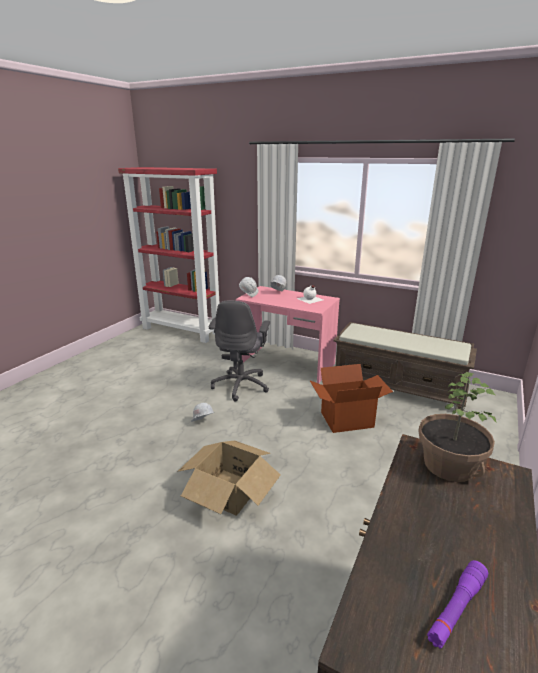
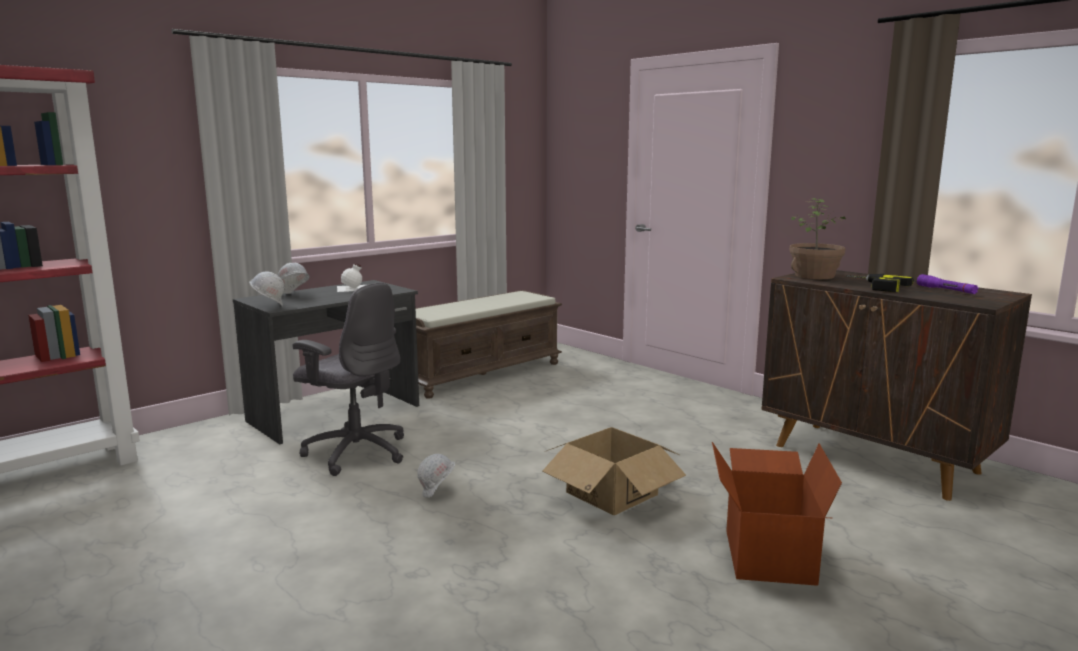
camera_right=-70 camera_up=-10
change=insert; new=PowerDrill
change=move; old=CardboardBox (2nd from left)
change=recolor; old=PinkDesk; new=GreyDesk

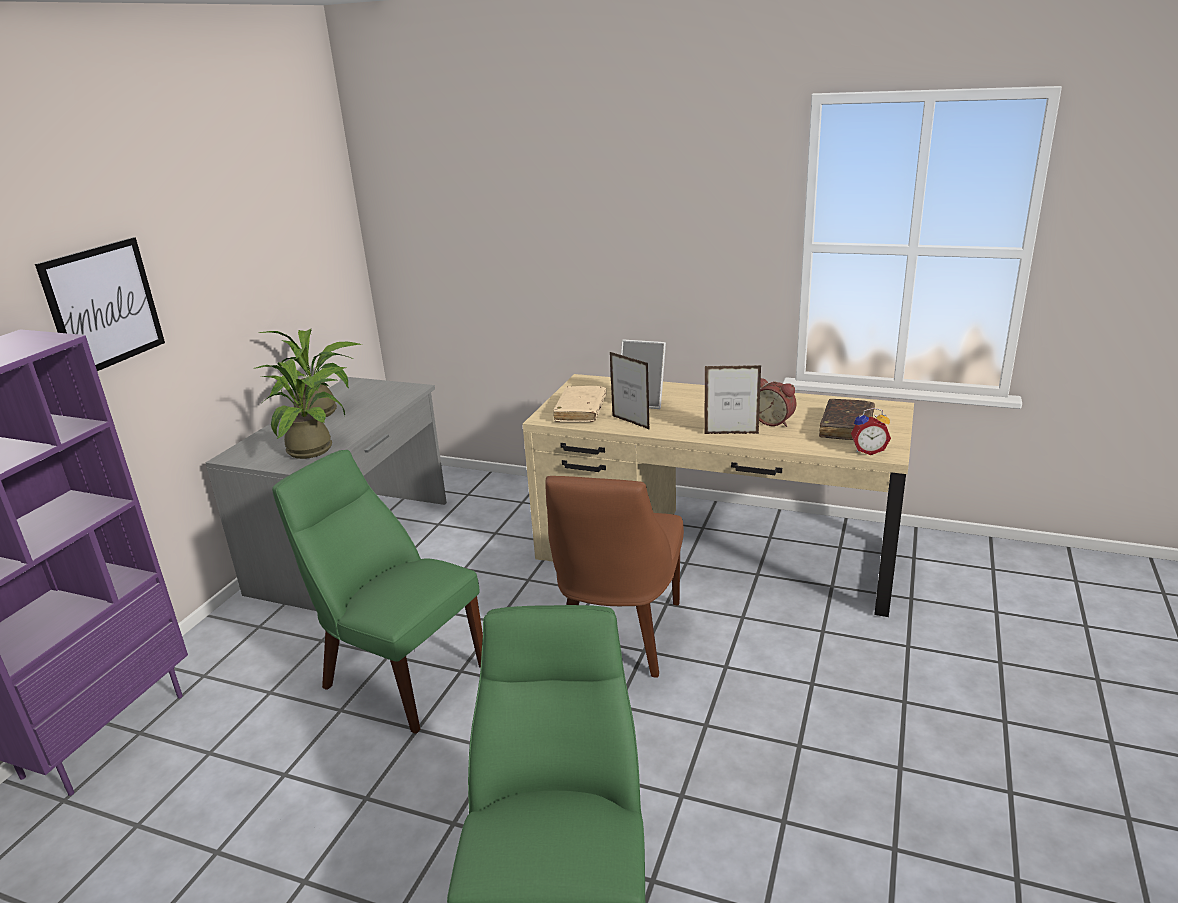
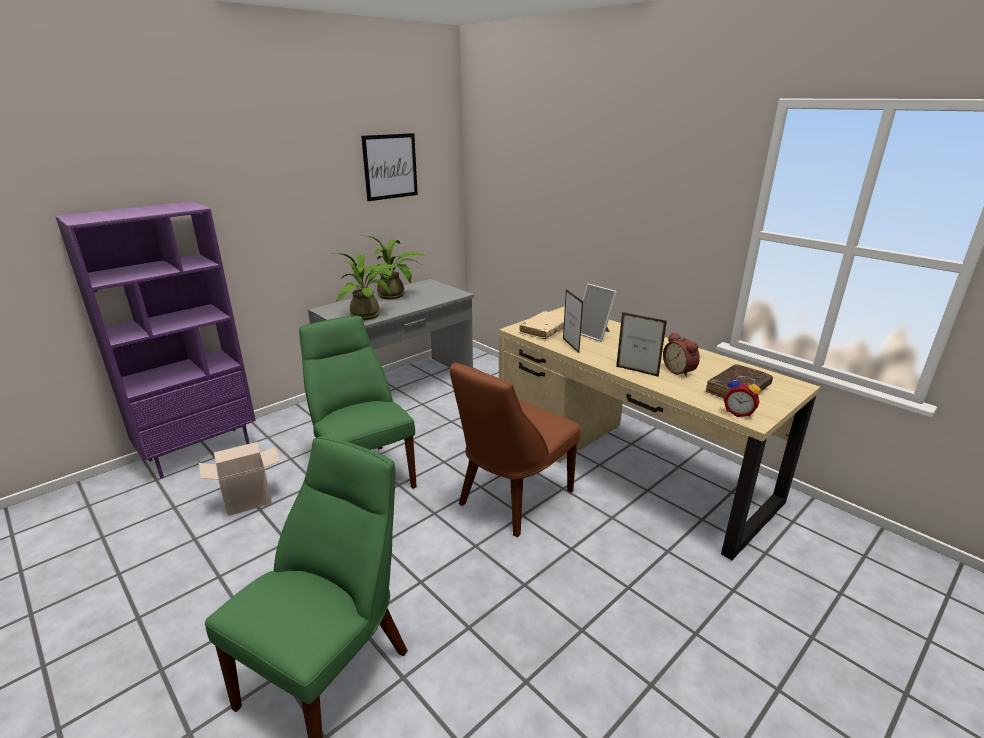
camera_right=25 camera_up=0
change=insert; new=CardboardBox
change=move; old=Picture

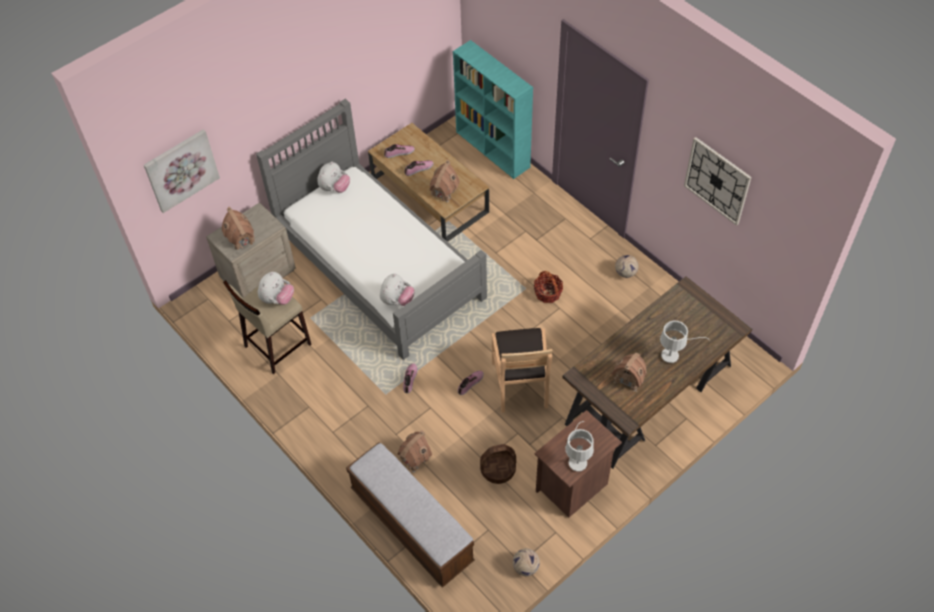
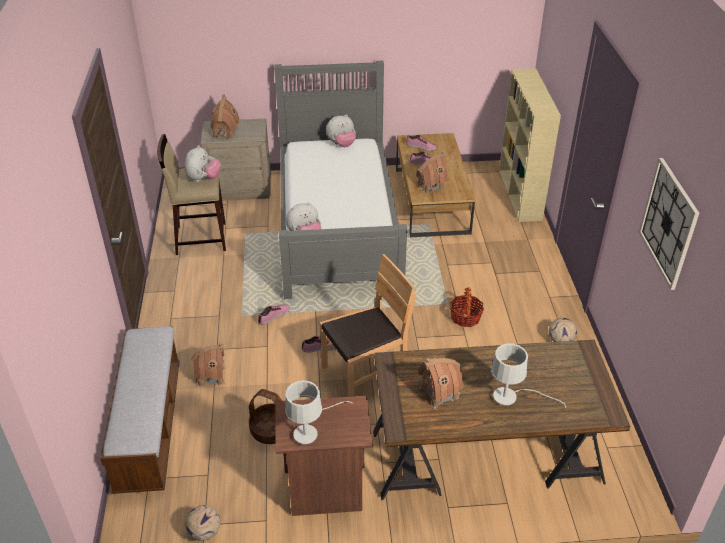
camera_right=35 camera_up=-15
change=delete; old=Picture
change=recolor; old=TurquoiseBookcase; new=BeigeBookcase
change=rotate; old=PlushToy (1st from left); degrees=-45
change=rotate; old=BrownChair; degrees=-150

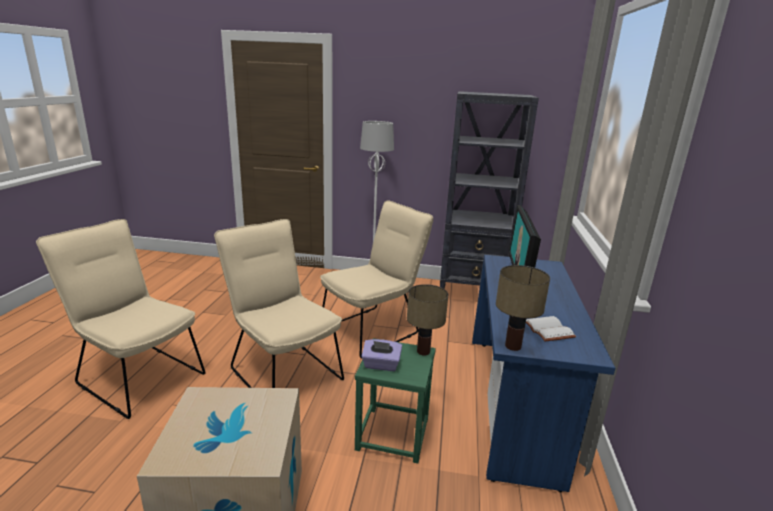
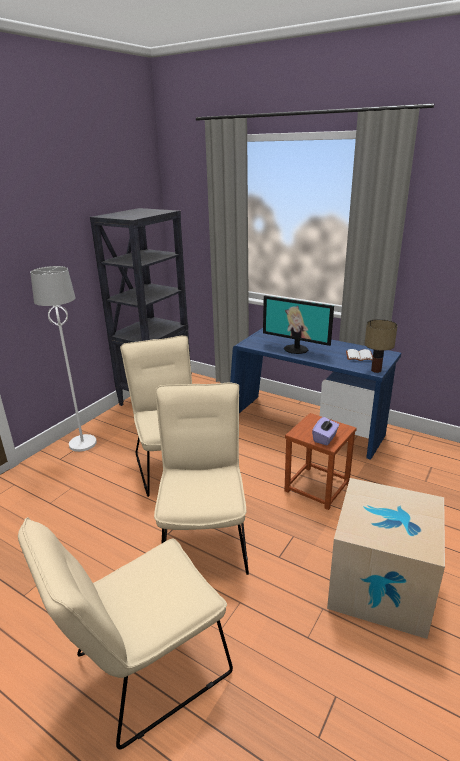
camera_right=-65 camera_up=5
change=delete; old=TableLamp (1st from left)
change=recolor; old=GreenStool; new=BrownStool
change=rotate; old=BeigeChair (2nd from left in the first image); degrees=105

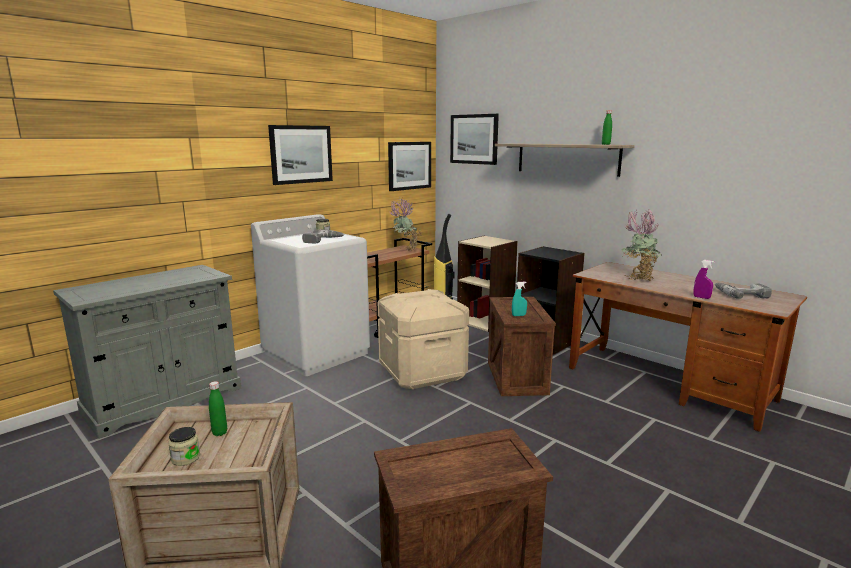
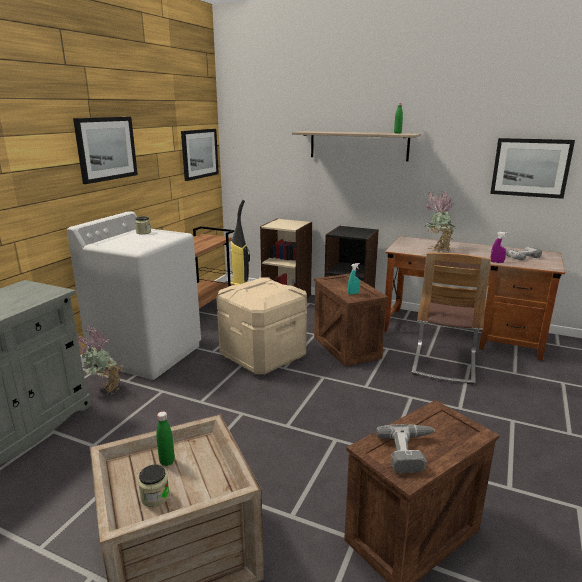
camera_right=-20 camera_up=5
change=insert; new=Chair
change=move; old=PowerDrill (1st from left)
change=move; old=PottedPlant (1st from left)
change=move; old=Picture (3rd from left)

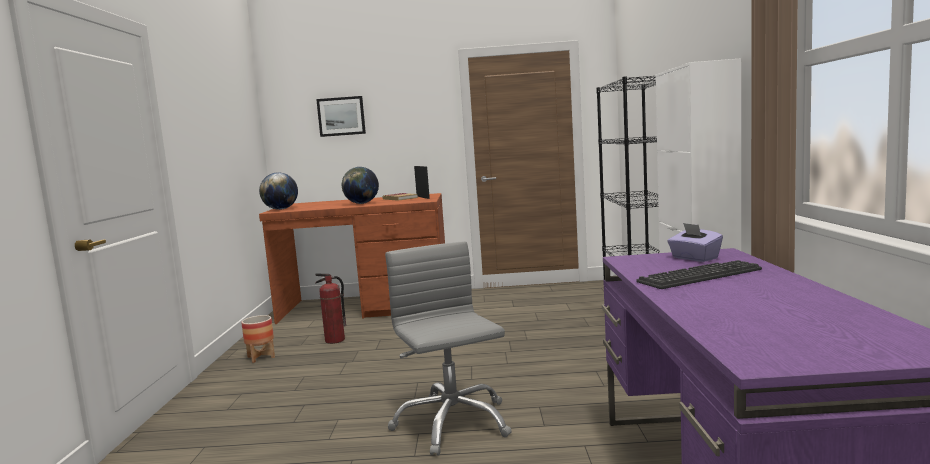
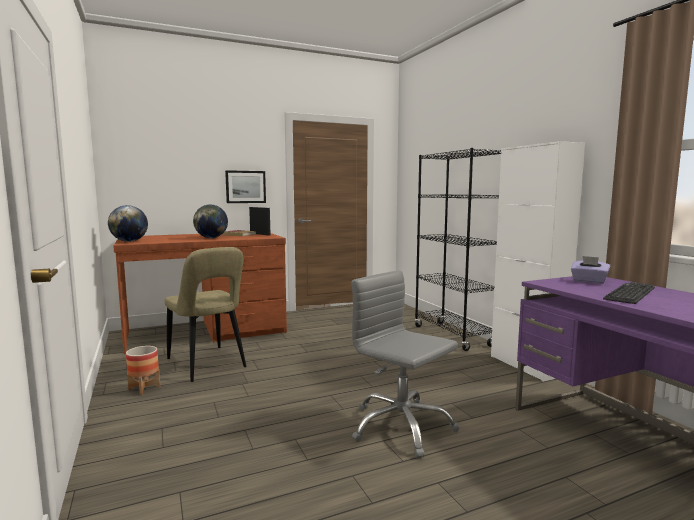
camera_right=-25 camera_up=0
change=move; old=Picture
change=replace; old=FireExtinguisher; new=BeigeChair

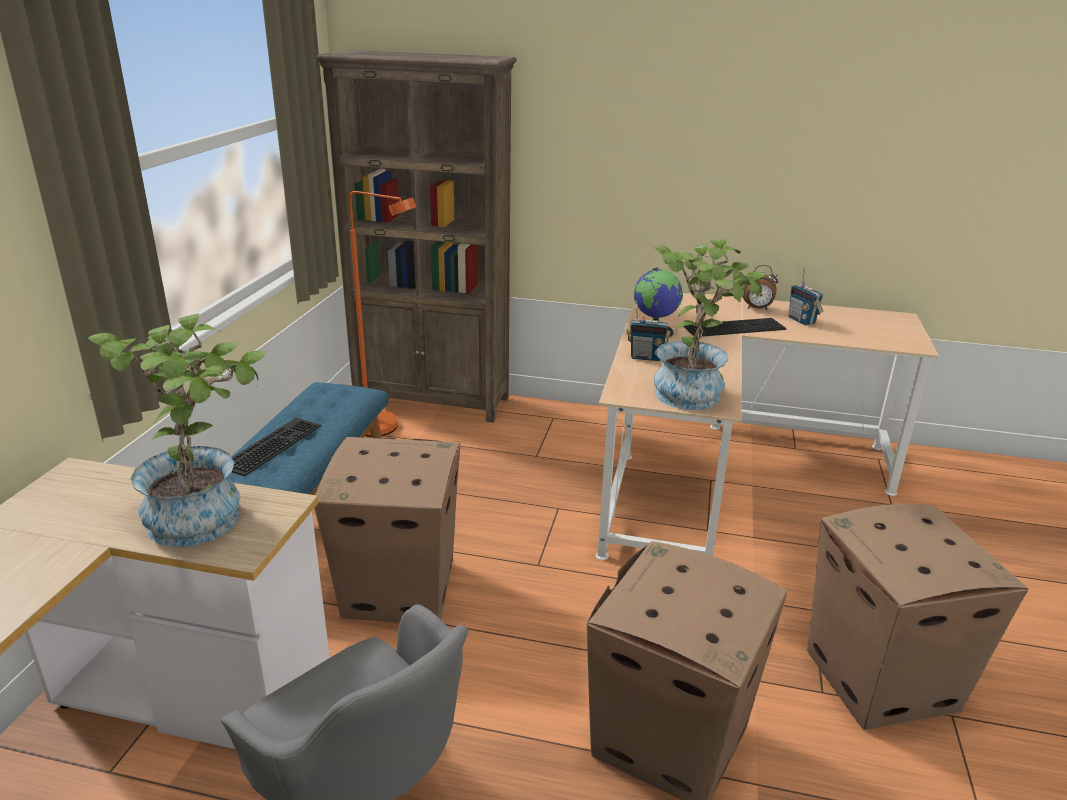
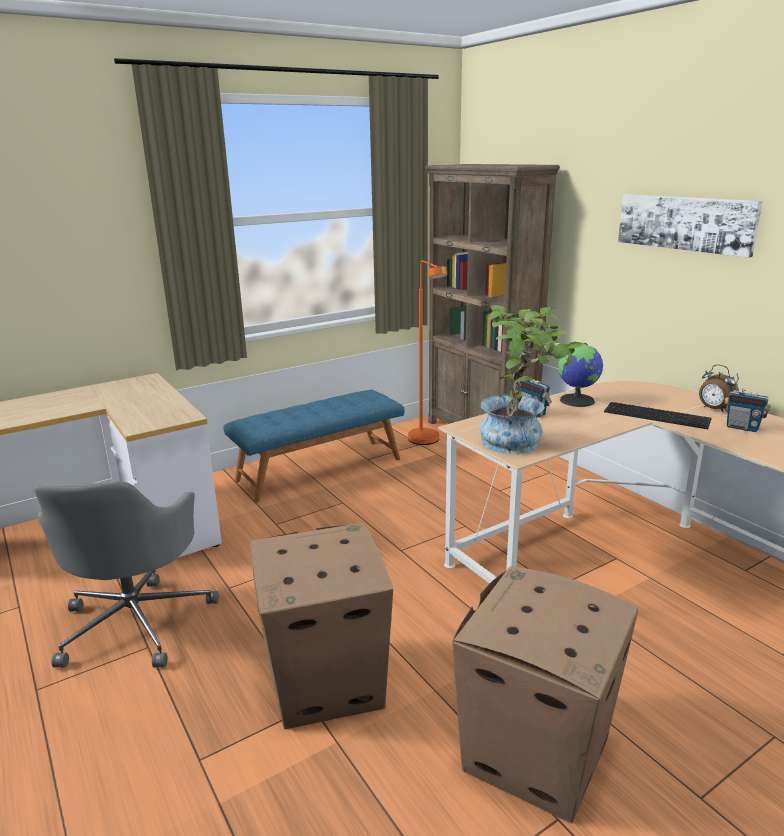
camera_right=45 camera_up=-5
change=delete; old=PottedPlant (1st from left)
change=delete; old=Keyboard (1st from left)
change=delete; old=CardboardBox (1st from left)
change=insert; new=Picture
change=rotate; old=Radio (2nd from left); degrees=-75

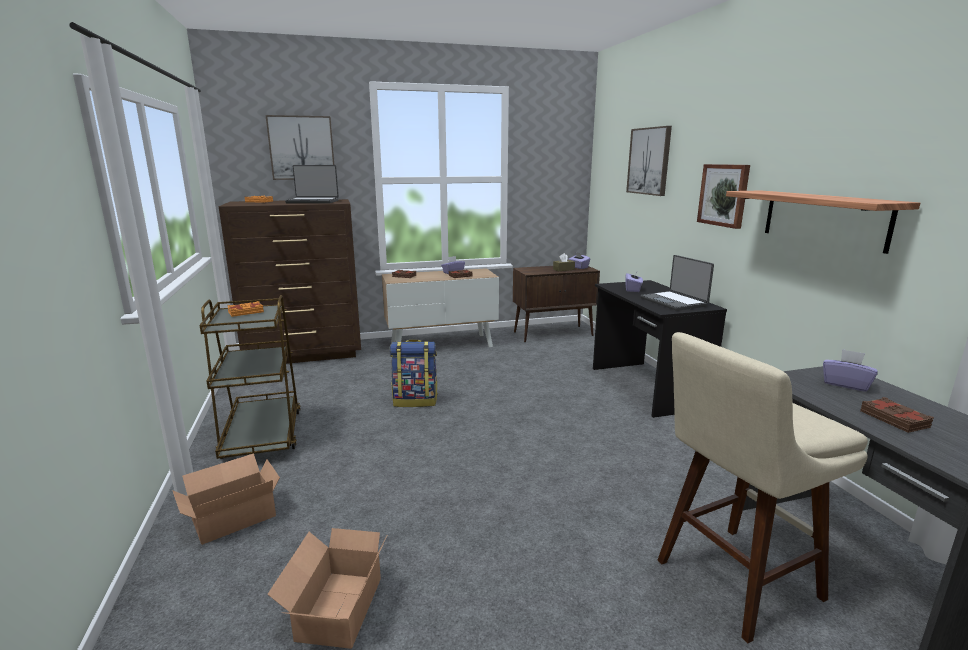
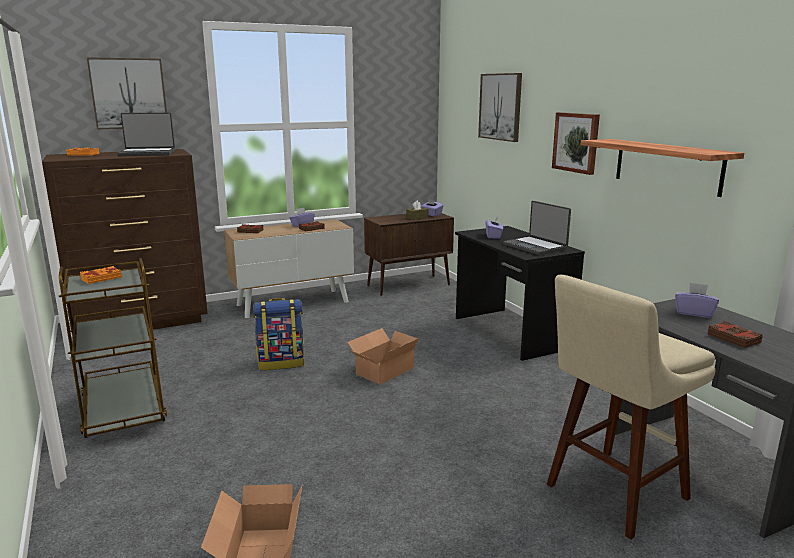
camera_right=-10 camera_up=0
change=move; old=CardboardBox (1st from left in the first image); new=CardboardBox (2nd from left)

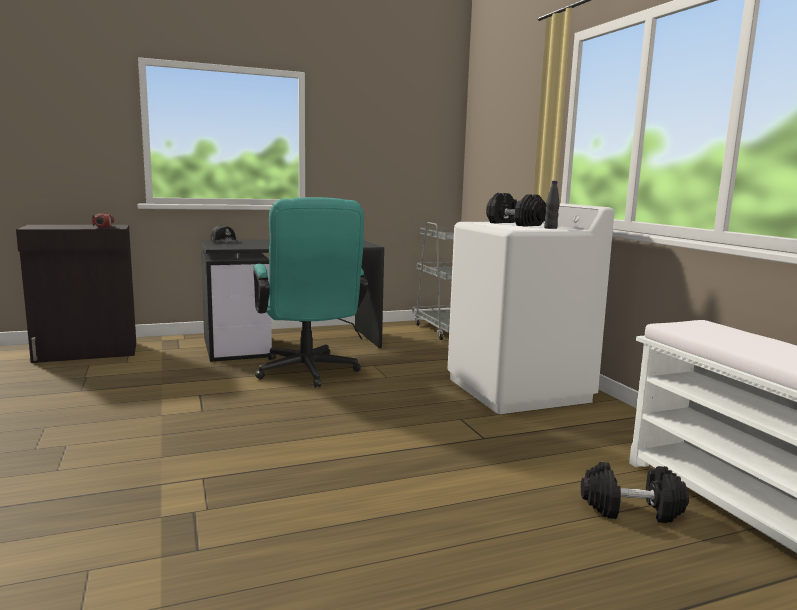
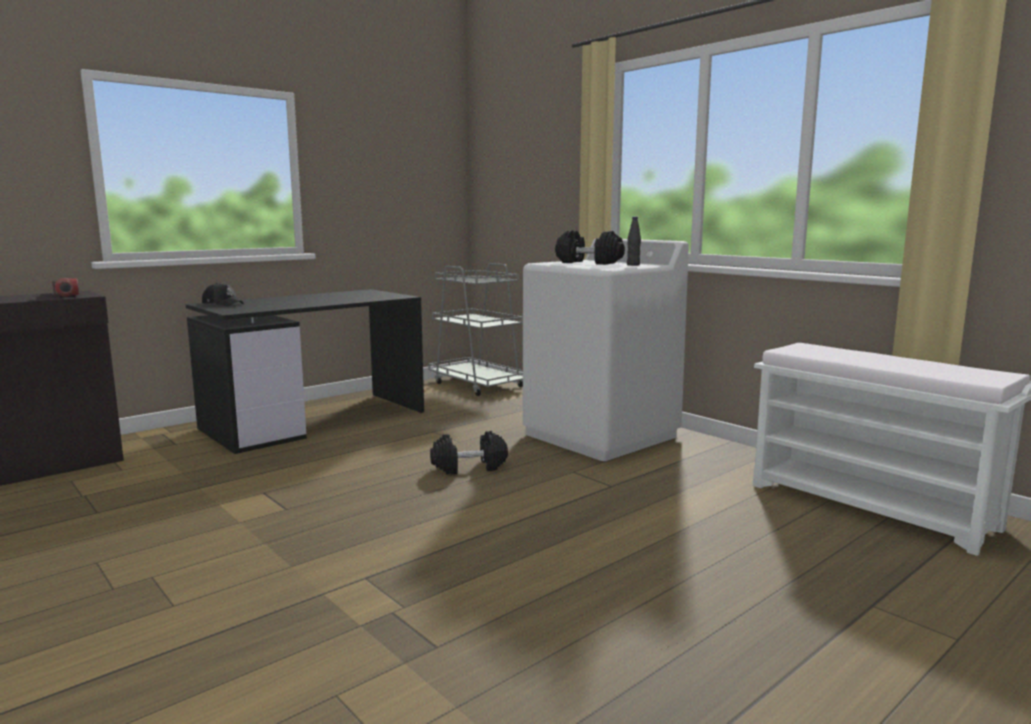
camera_right=-20 camera_up=0
change=delete; old=TurquoiseOfficeChair
change=move; old=BlackDumbbell (2nd from left in the first image); new=BlackDumbbell (1st from left)

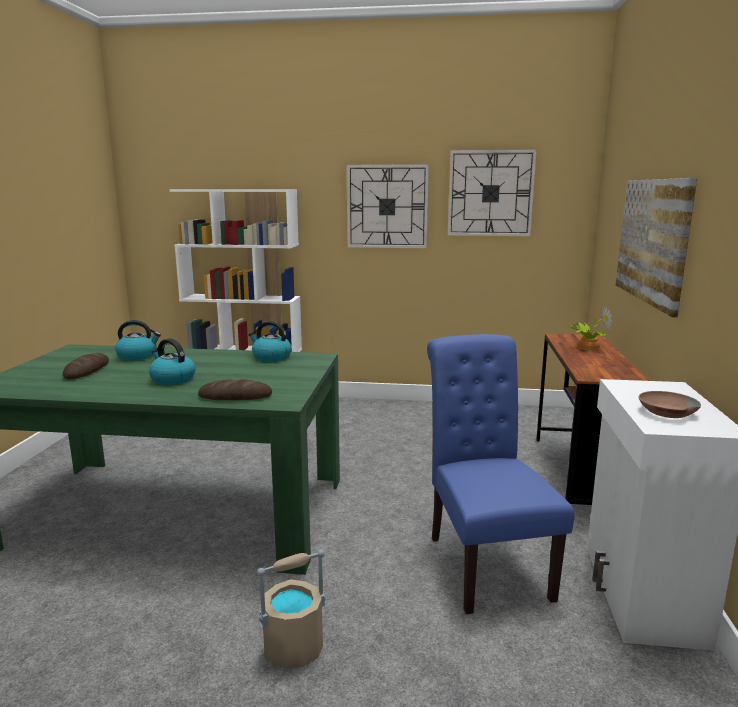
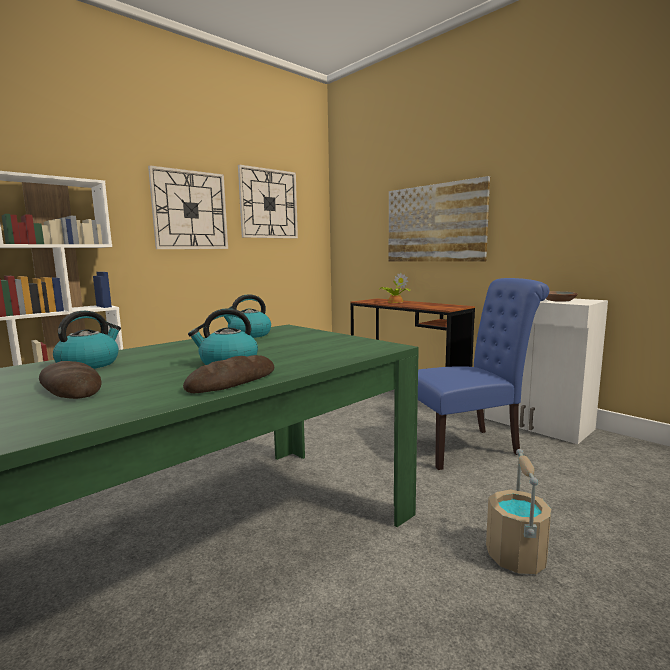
camera_right=-50 camera_up=-5
change=move; old=Bread (2nd from left)
change=rotate; old=BlueChair; degrees=135

